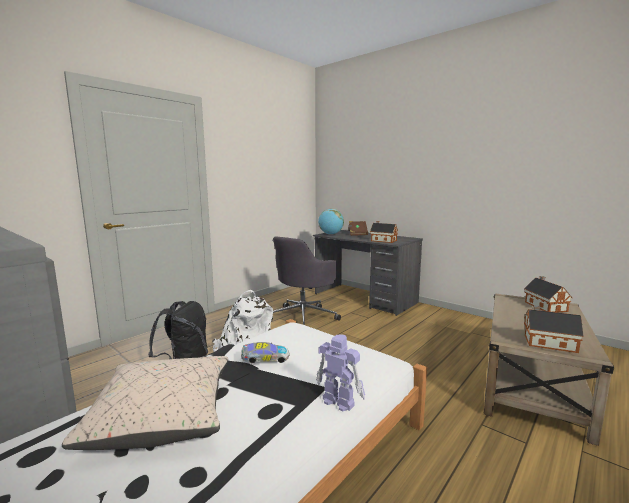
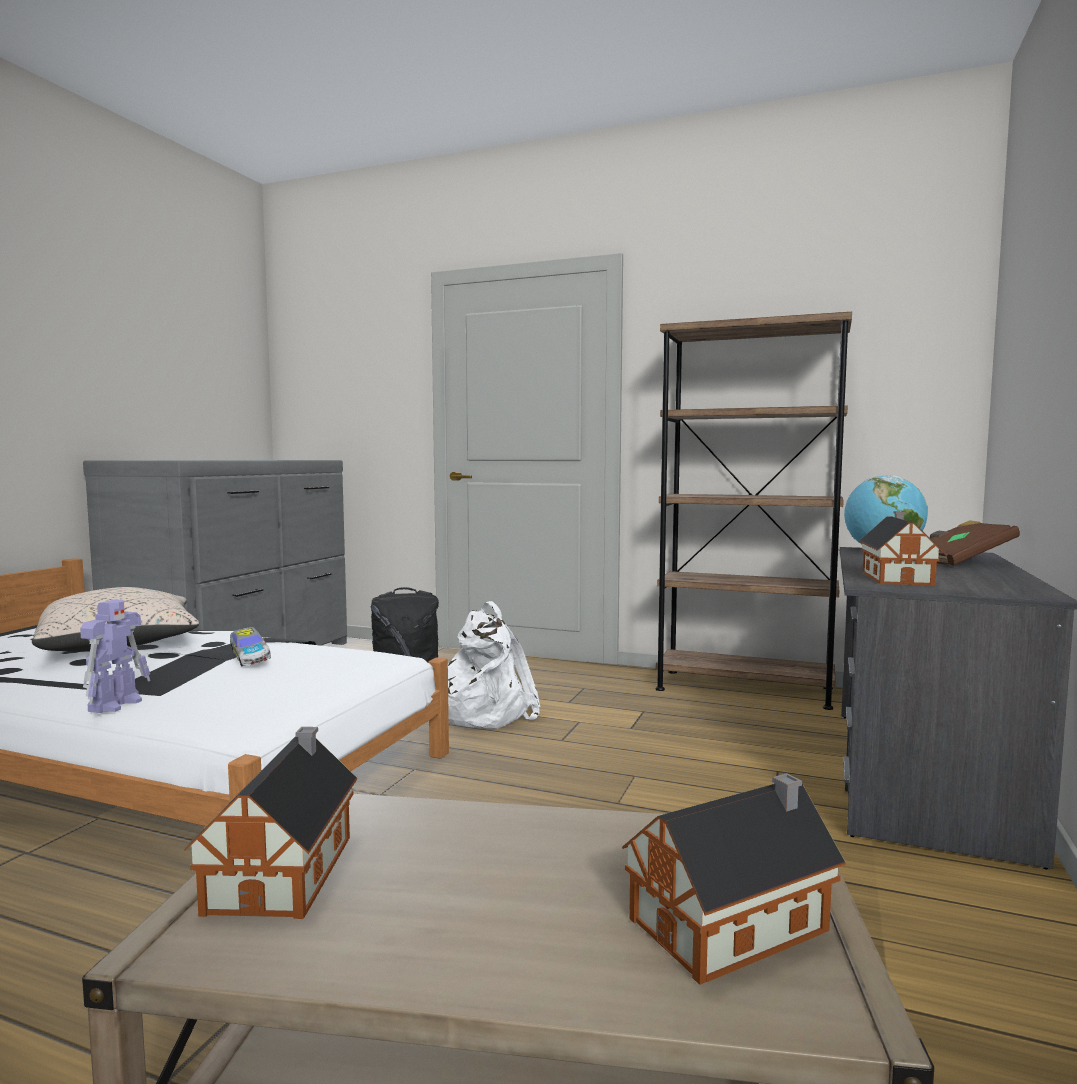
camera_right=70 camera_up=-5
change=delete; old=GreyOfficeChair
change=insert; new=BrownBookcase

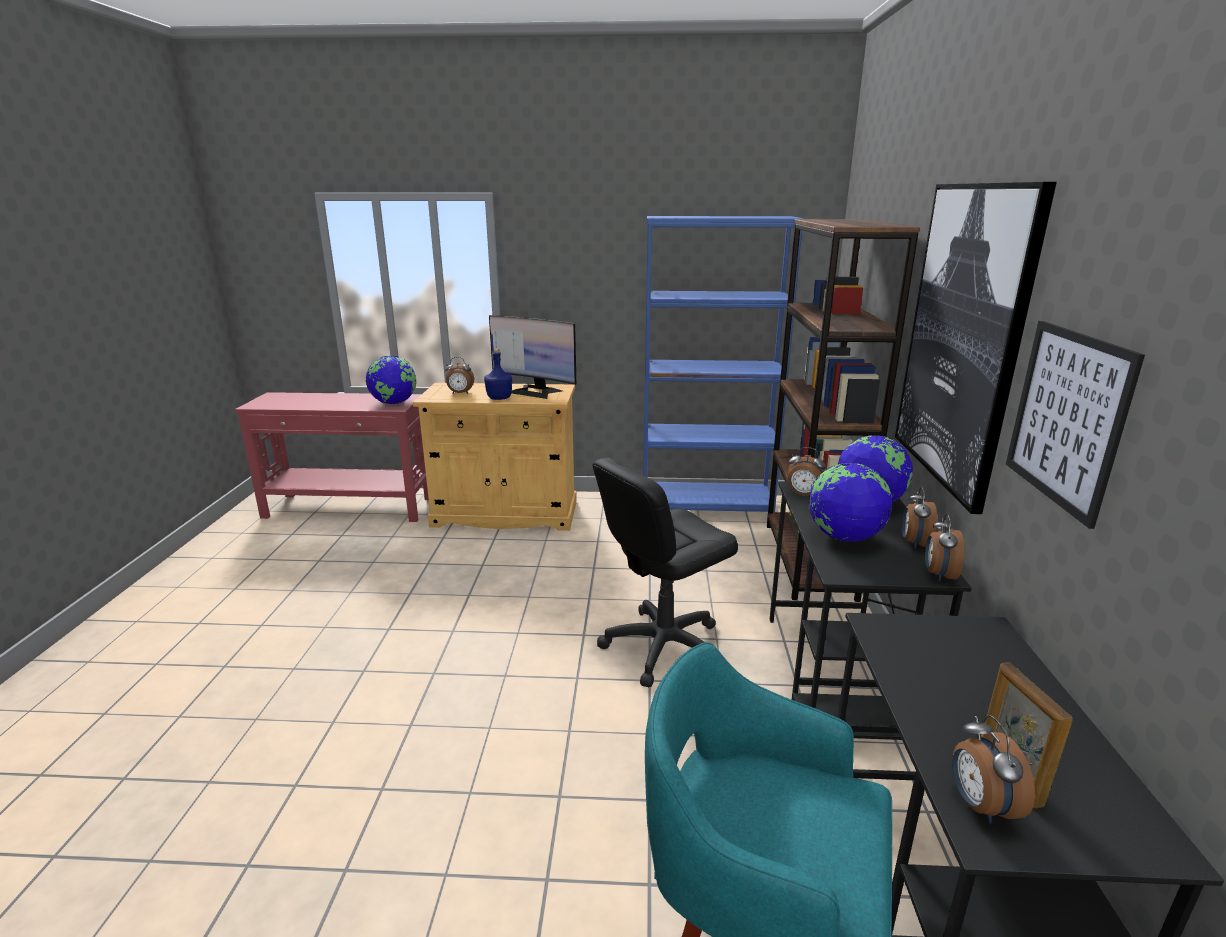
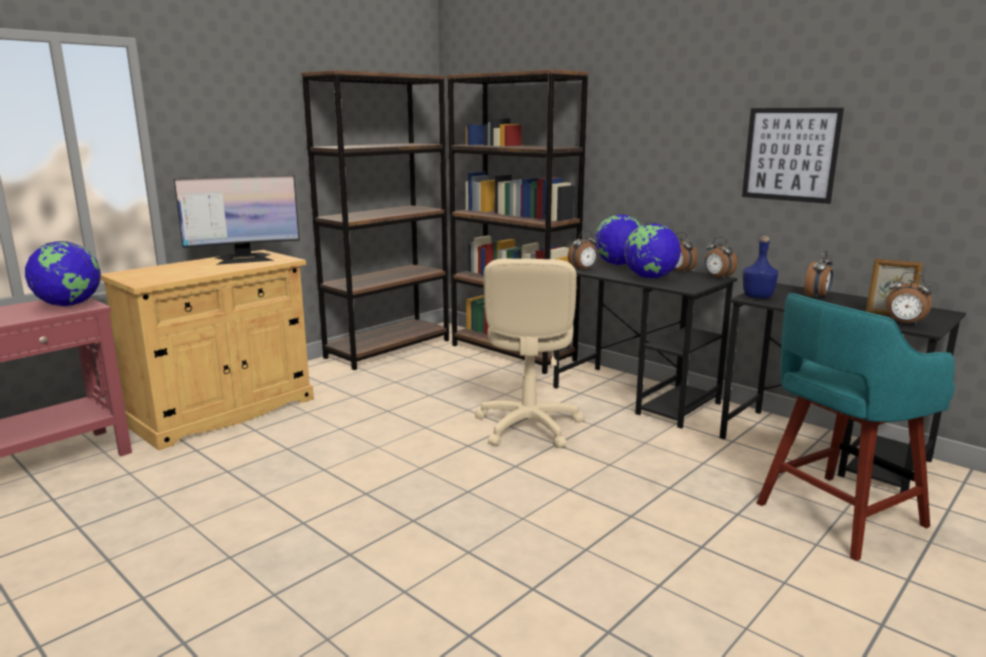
camera_right=-50 camera_up=-5
change=delete; old=Picture (1st from left)
change=move; old=AlarmClock (1st from left in the first image); new=AlarmClock (4th from left)
change=move; old=BlueBottle
change=recolor; old=BlackOfficeChair; new=BeigeOfficeChair
change=recolor; old=BlueBookcase; new=BrownBookcase (1st from left)

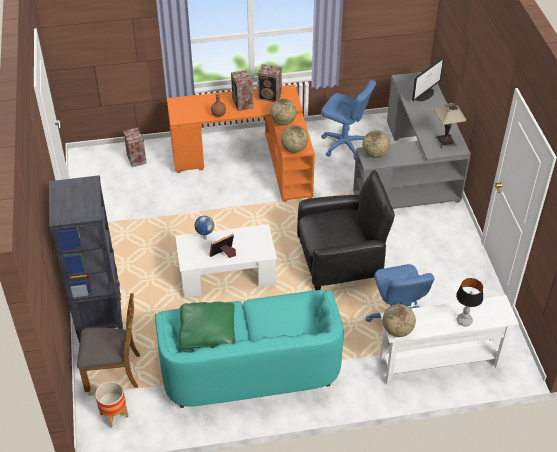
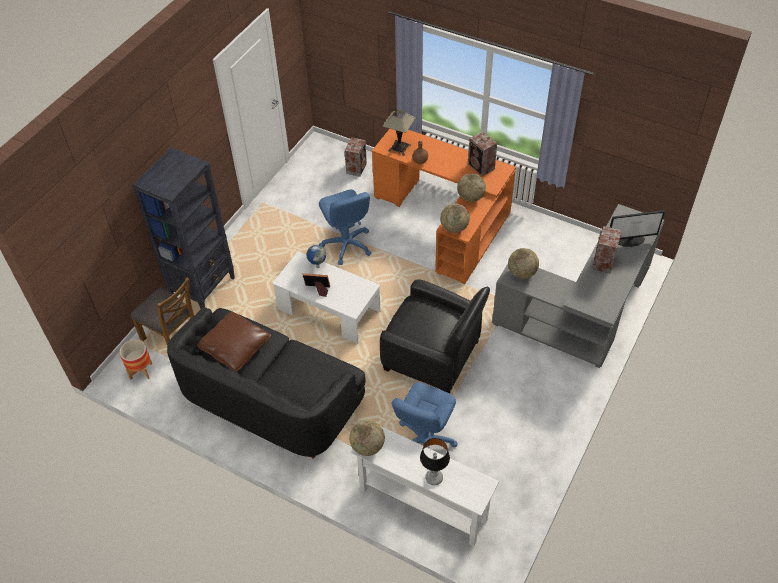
camera_right=40 camera_up=5
change=move; old=Speaker (2nd from left in the first image); new=Speaker (3rd from left)
change=move; old=BlueOfficeChair (1st from left)
change=move; old=TableLamp (1st from left)
change=recolor; old=TurquoiseSofa; new=BlackSofa
change=recolor; old=GreenPillow; new=BrownPillow

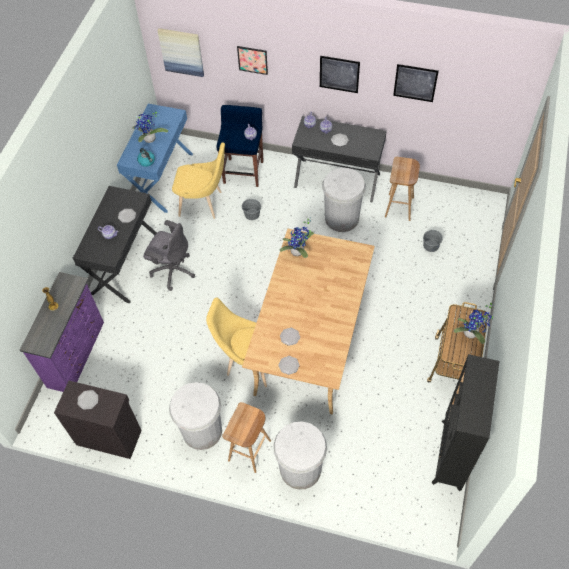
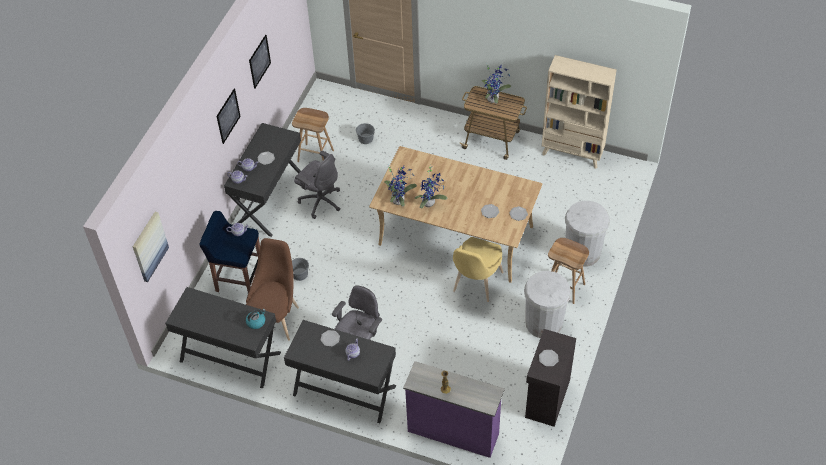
camera_right=-85 camera_up=-5
change=delete; old=Picture (2nd from left)
change=move; old=PottedPlant (1st from left in the first image); new=PottedPlant (2nd from left)
change=replace; old=WhiteTrashCan (3rd from left); new=GreyOfficeChair (1st from left)
change=recolor; old=BlueDesk; new=BlackDesk (1st from left)
change=recolor; old=YellowChair (1st from left); new=BrownChair
change=recolor; old=BlackBookcase; new=BeigeBookcase

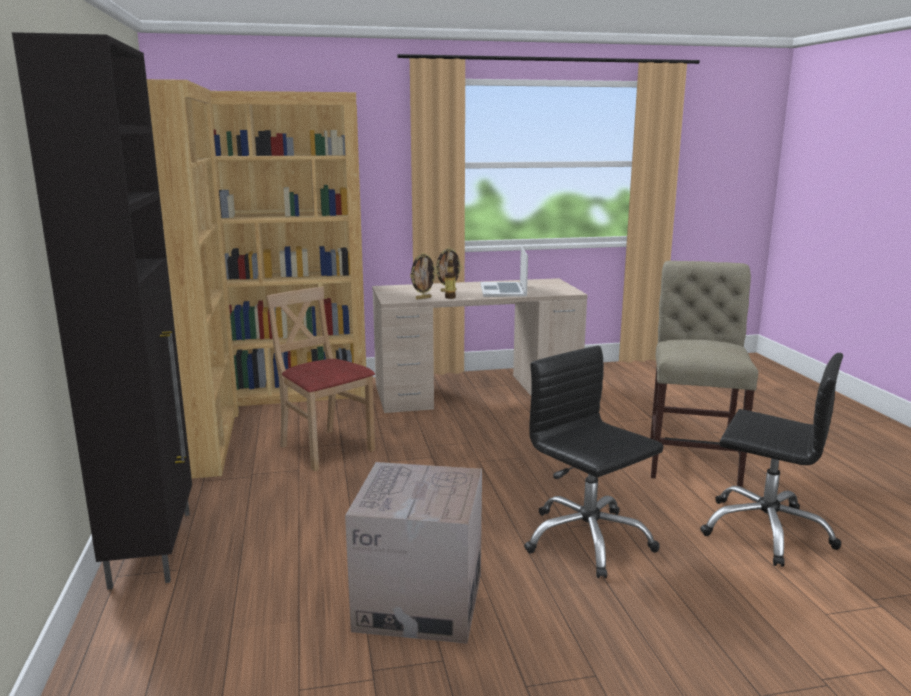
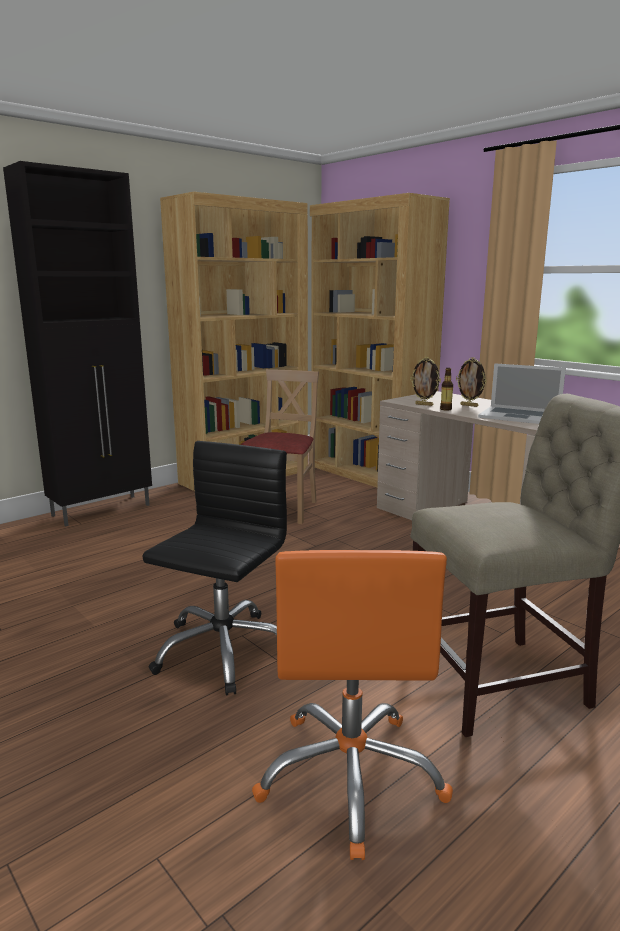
camera_right=60 camera_up=0
change=delete; old=CardboardBox
change=recolor; old=BlackOfficeChair (2nd from left); new=OrangeOfficeChair
change=rotate; old=Laptop; degrees=-120

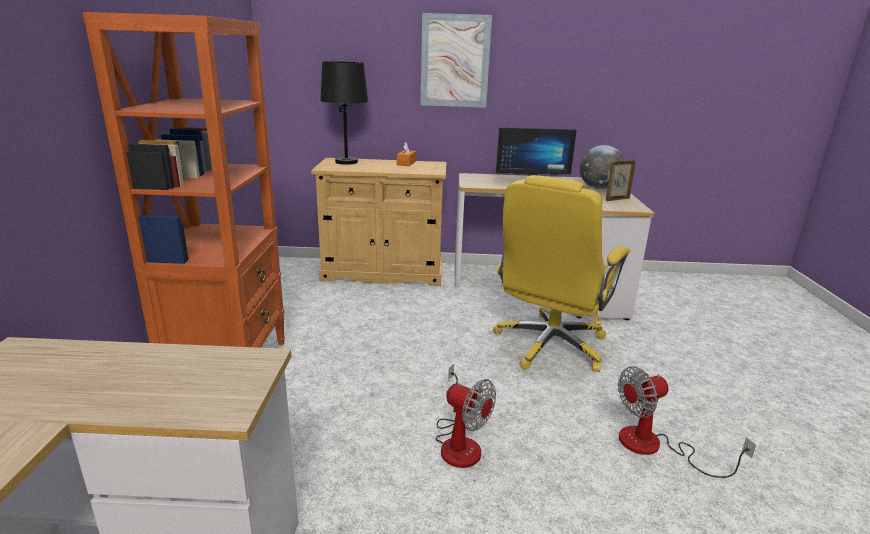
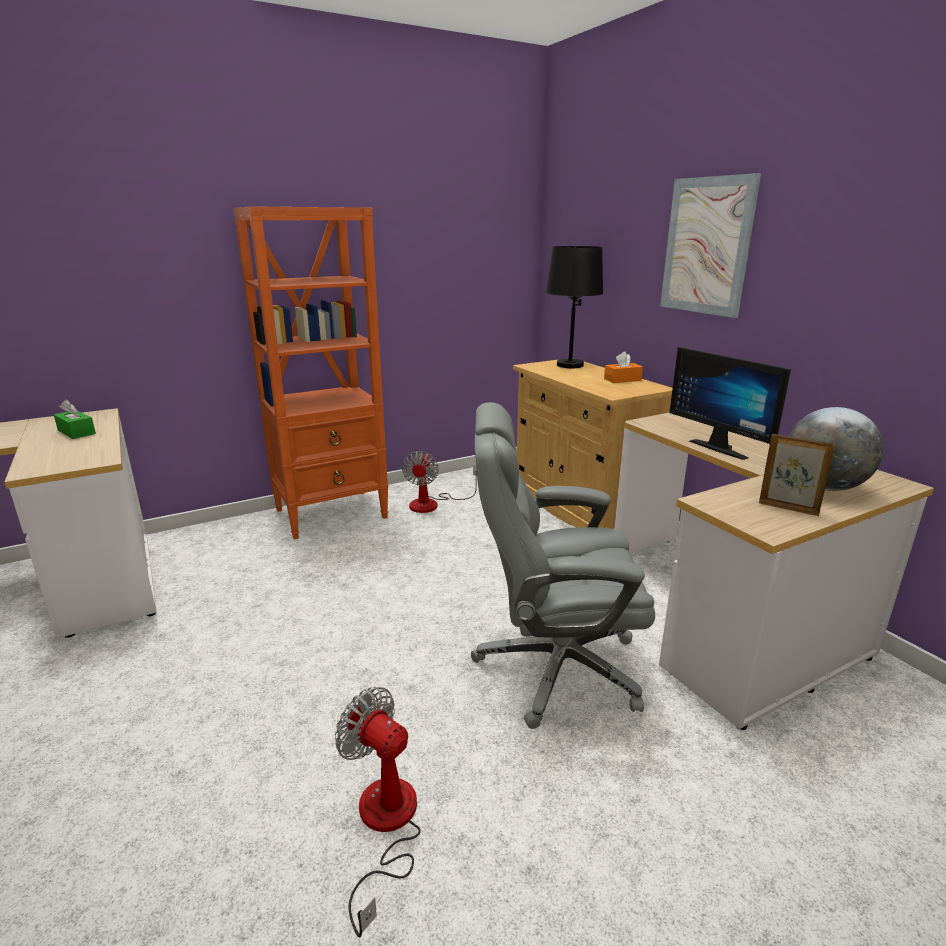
camera_right=60 camera_up=0
change=insert; new=GreenTissueBox
change=move; old=Fan (1st from left in the first image); new=Fan (2nd from left)
change=recolor; old=YellowOfficeChair; new=GreyOfficeChair

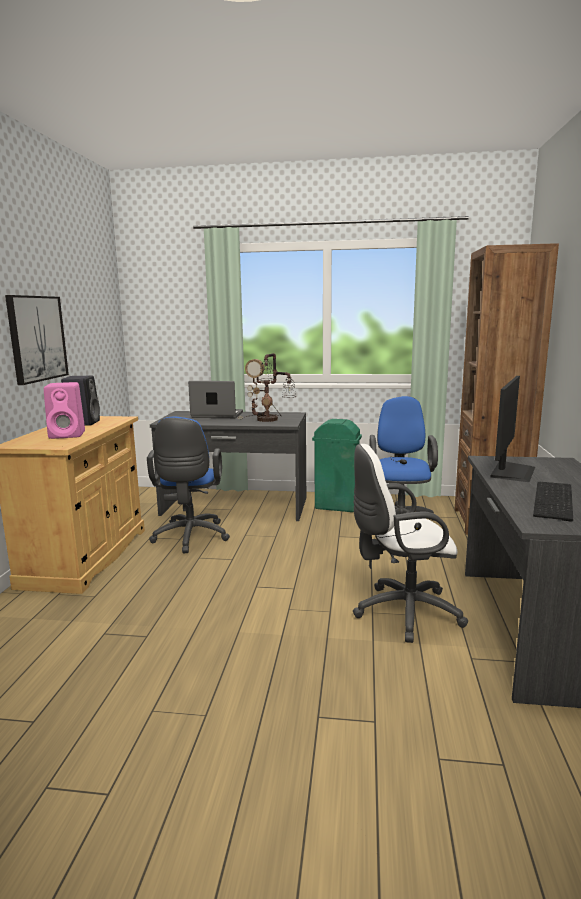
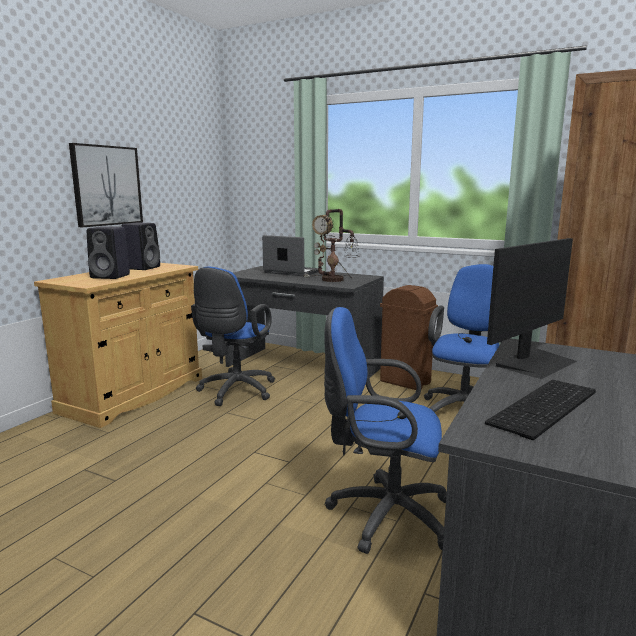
camera_right=20 camera_up=0
change=recolor; old=PinkSpeaker; new=BlackSpeaker (1st from left)
change=recolor; old=GreenTrashCan; new=BrownTrashCan
change=recolor; old=WhiteOfficeChair; new=BlueOfficeChair (2nd from left)

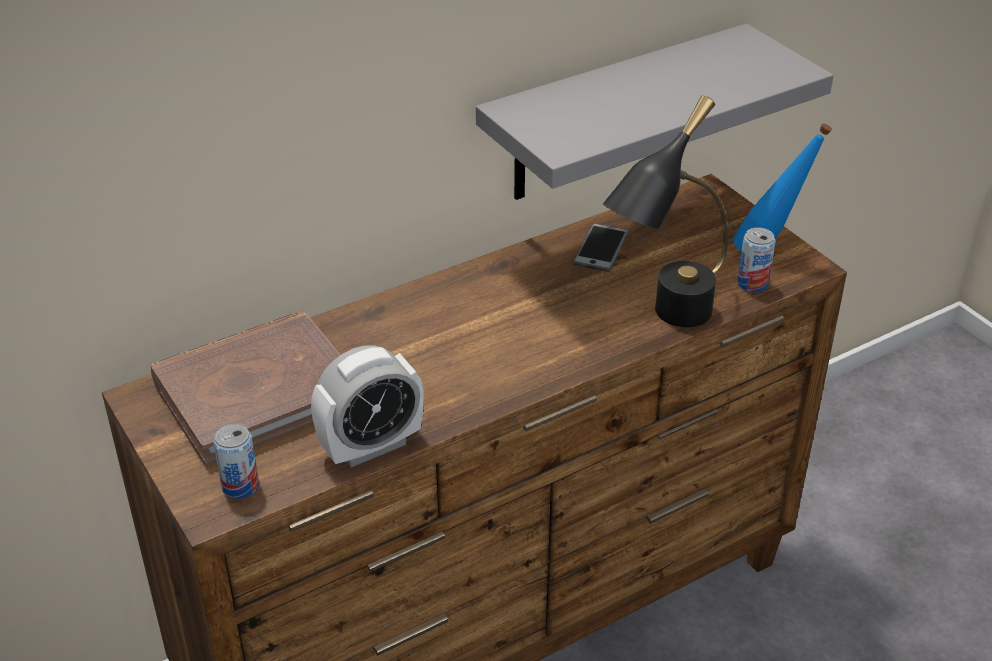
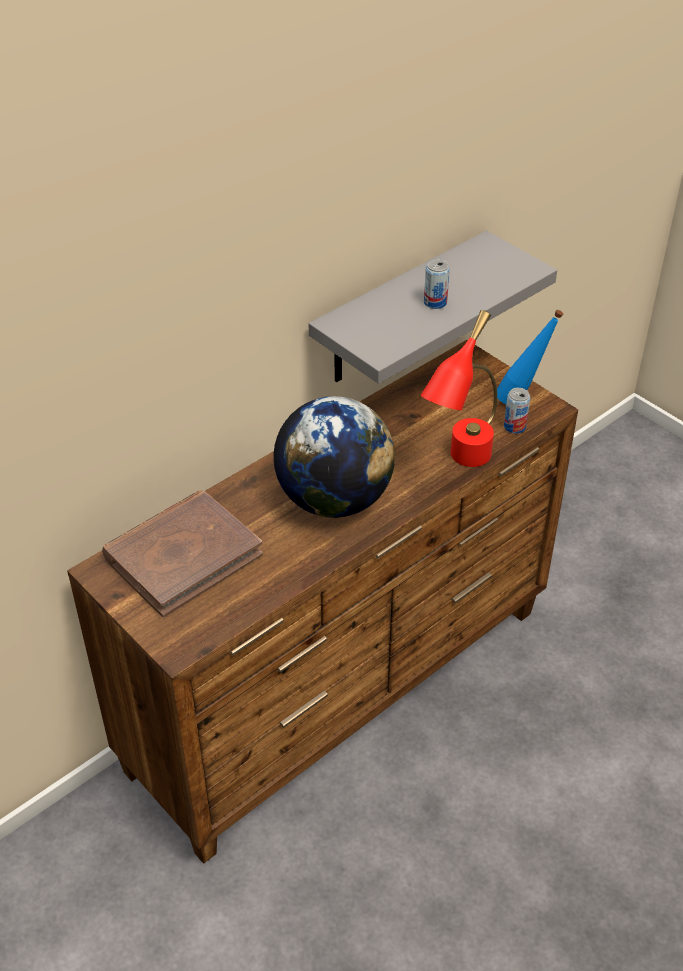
camera_right=-10 camera_up=5
change=delete; old=AlarmClock
change=delete; old=Phone
change=insert; new=Globe
change=move; old=Can (1st from left)
change=recolor; old=BlackTableLamp; new=RedTableLamp

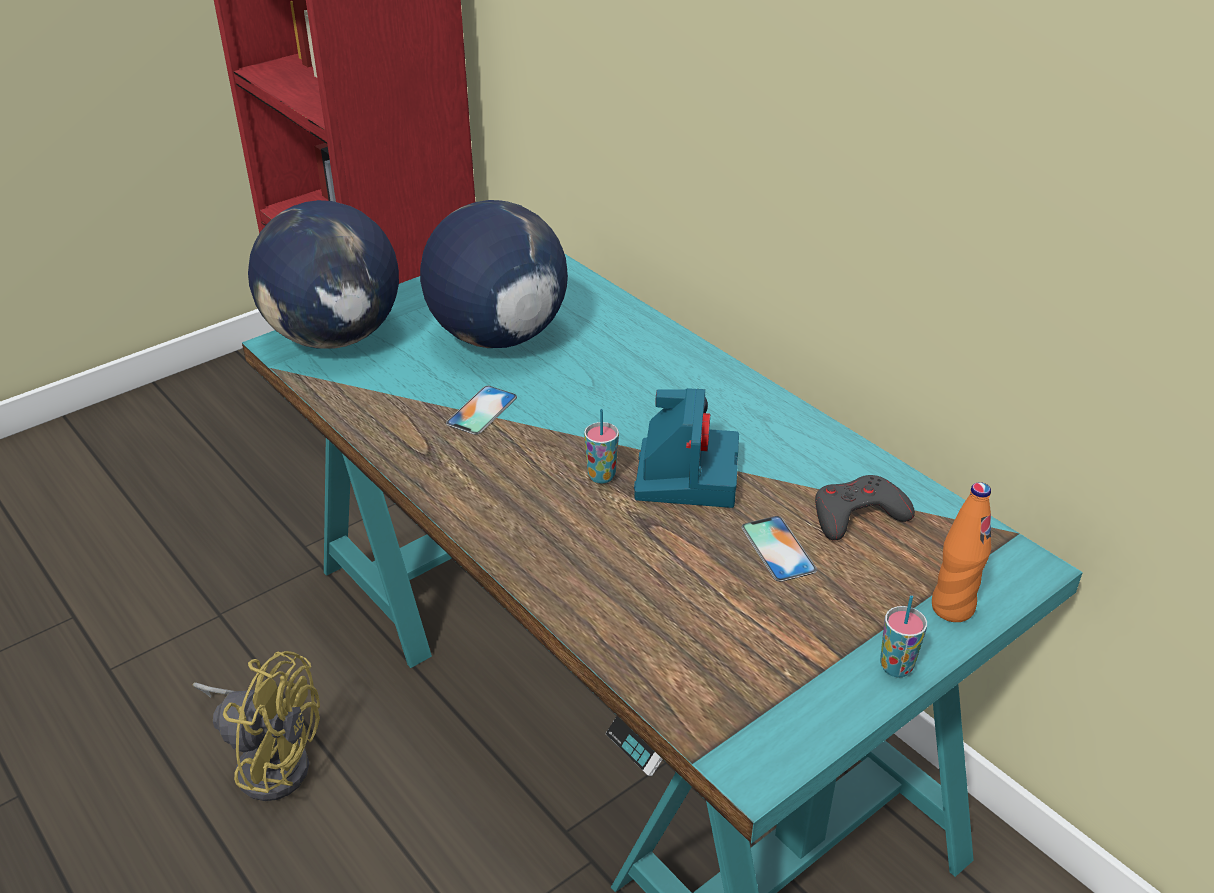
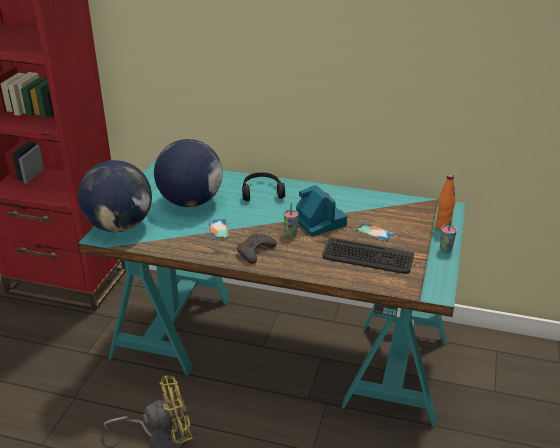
camera_right=-35 camera_up=-5
change=insert; new=BlackHeadphones
change=insert; new=Keyboard
change=move; old=GreyGameController

